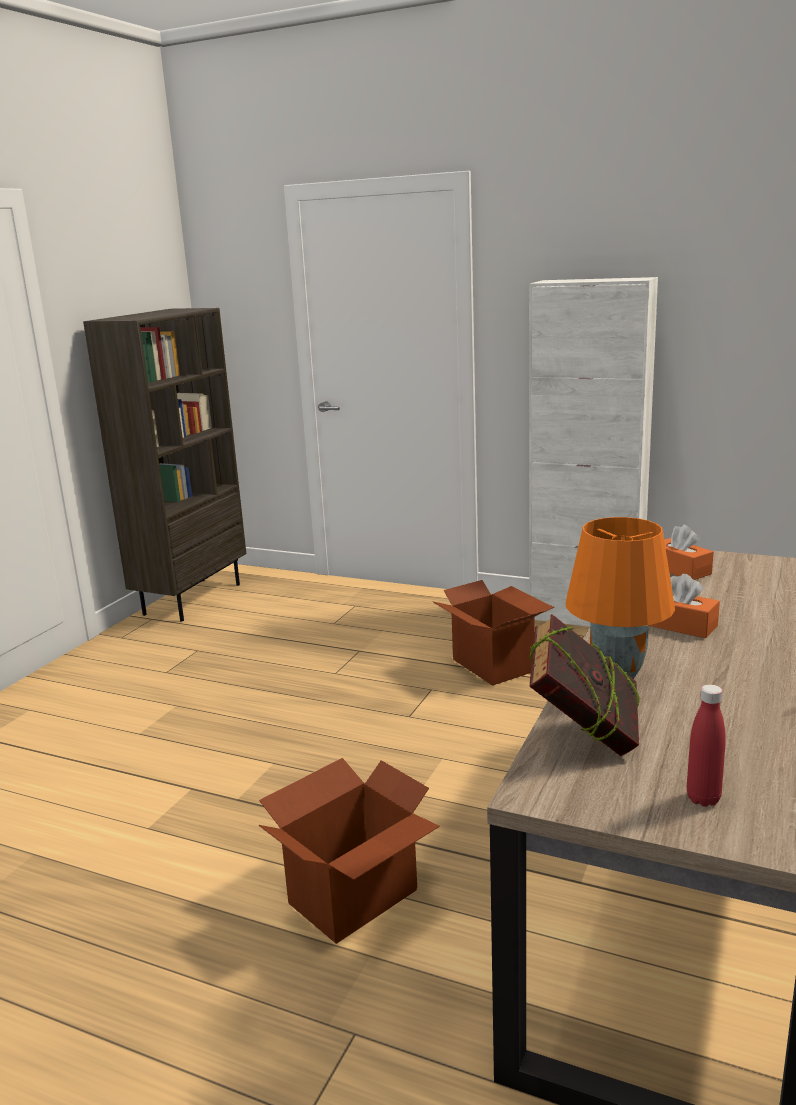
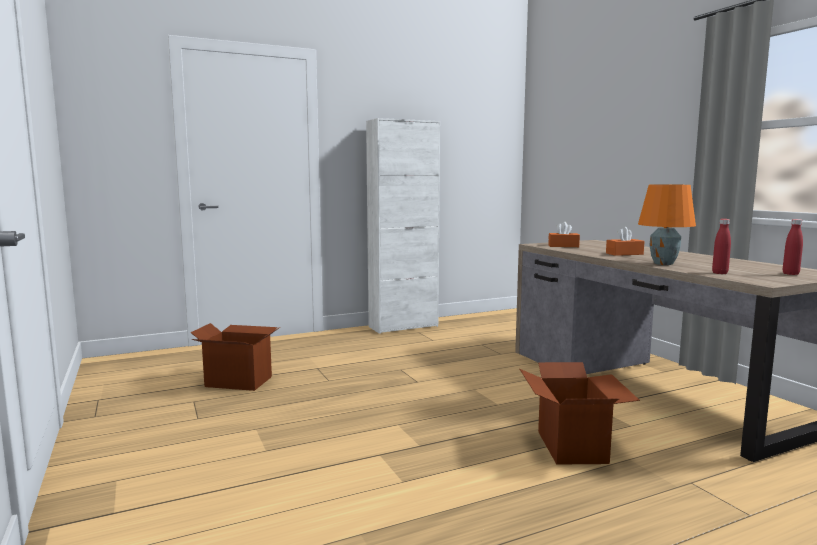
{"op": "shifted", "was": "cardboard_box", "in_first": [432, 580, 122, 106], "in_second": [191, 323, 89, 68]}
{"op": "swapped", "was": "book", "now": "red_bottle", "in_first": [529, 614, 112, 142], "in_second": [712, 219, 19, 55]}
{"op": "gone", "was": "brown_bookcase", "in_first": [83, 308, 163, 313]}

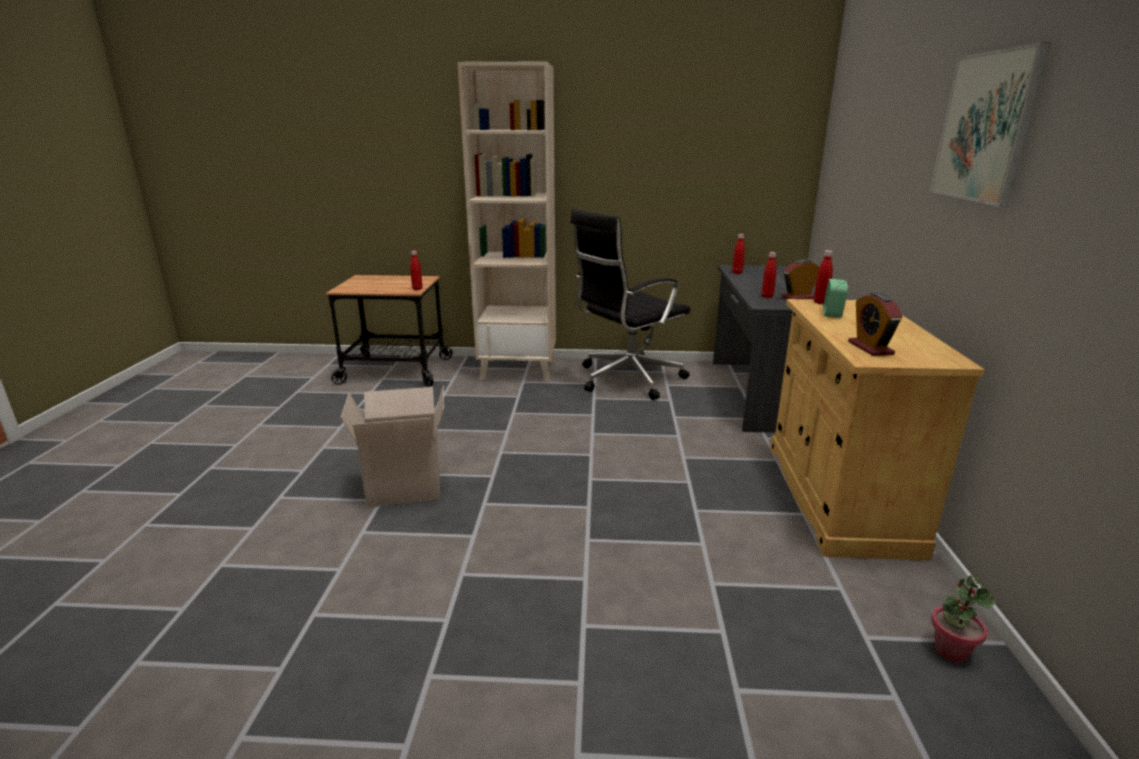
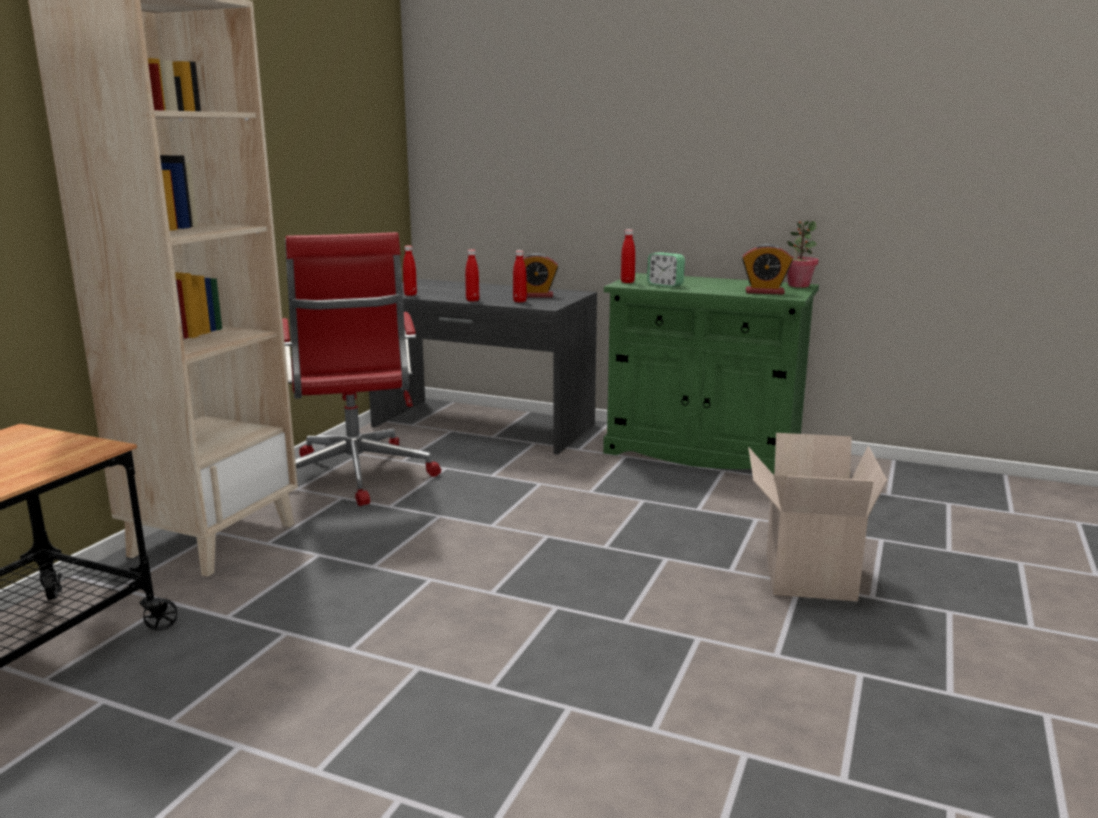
{"op": "repainted", "was": "black_office_chair", "now": "red_office_chair", "in_first": [570, 209, 121, 191], "in_second": [282, 232, 159, 274]}
{"op": "shifted", "was": "red_bottle", "in_first": [410, 251, 12, 39], "in_second": [465, 250, 14, 52]}
{"op": "rotated", "was": "alarm_clock", "in_first": [782, 259, 37, 40], "in_second": [523, 253, 35, 45], "clockwise": -90}
{"op": "repainted", "was": "beige_cabinet", "now": "green_cabinet", "in_first": [770, 299, 215, 262], "in_second": [603, 273, 216, 202]}
{"op": "shifted", "was": "cardboard_box", "in_first": [341, 386, 103, 121], "in_second": [749, 433, 138, 168]}
{"op": "shifted", "was": "potted_plant", "in_first": [931, 575, 65, 87], "in_second": [787, 221, 32, 67]}
{"op": "gone", "was": "picture", "in_first": [930, 42, 121, 165]}

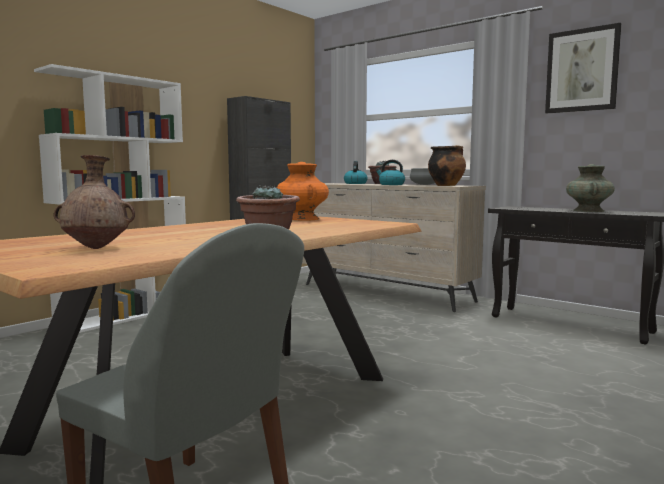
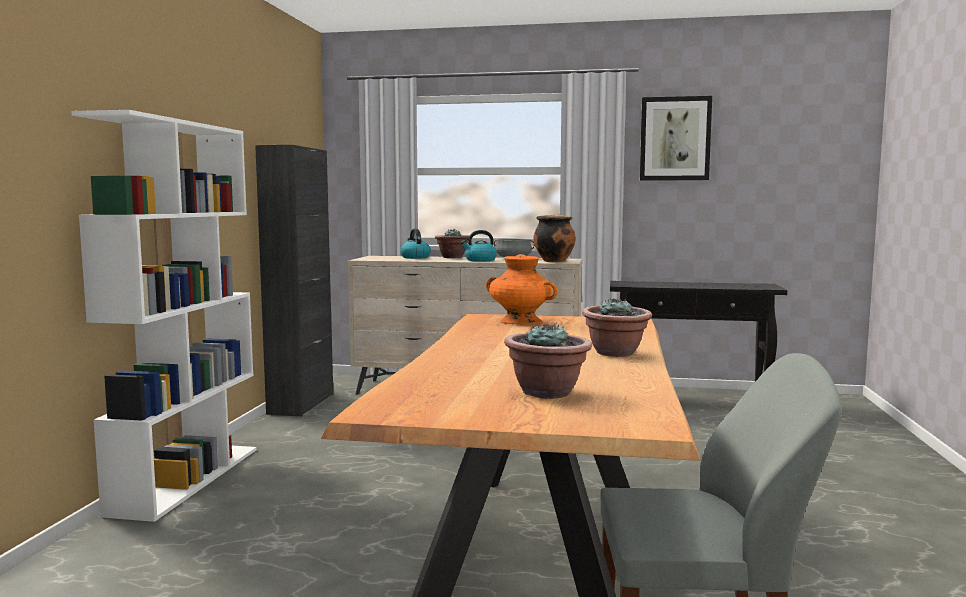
{"op": "swapped", "was": "brown_vase", "now": "potted_plant", "in_first": [53, 155, 82, 94], "in_second": [504, 323, 88, 76]}
{"op": "gone", "was": "turquoise_vase", "in_first": [566, 164, 49, 48]}

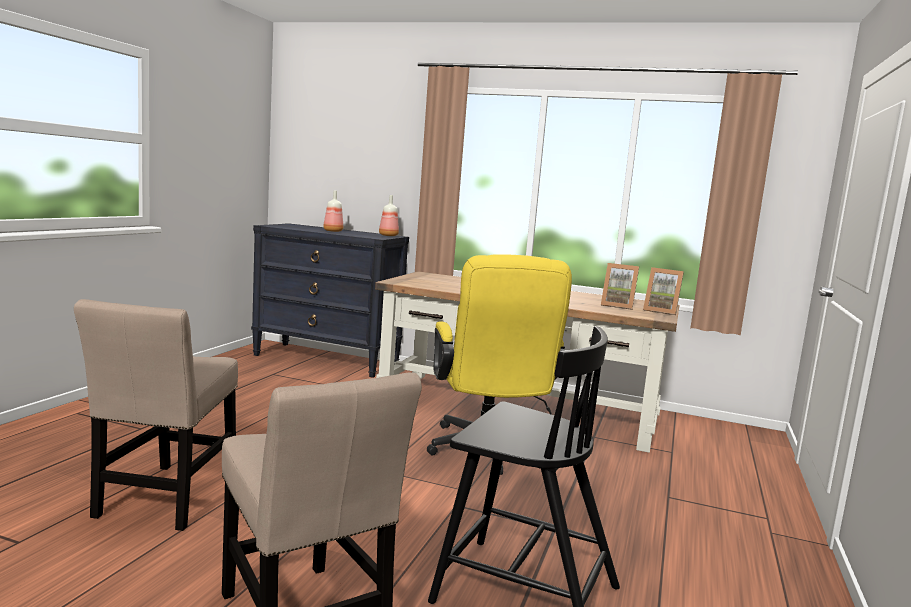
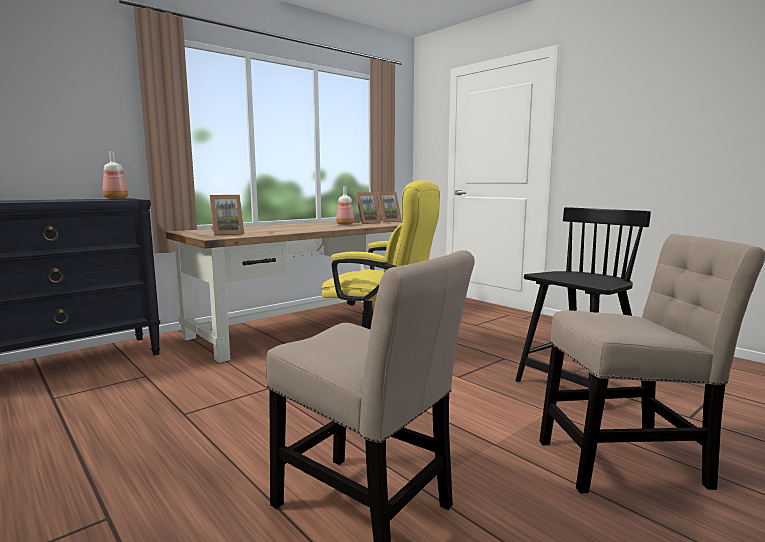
{"op": "new", "now": "picture_frame", "in_second": [210, 195, 34, 41]}
{"op": "shifted", "was": "bottle", "in_first": [323, 190, 20, 42], "in_second": [336, 187, 18, 38]}

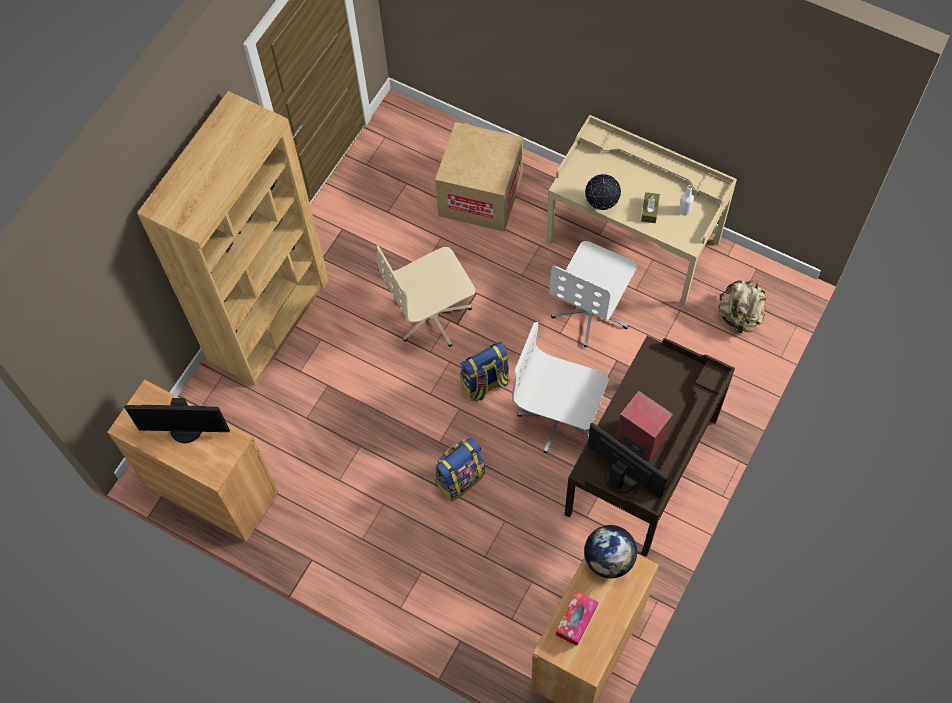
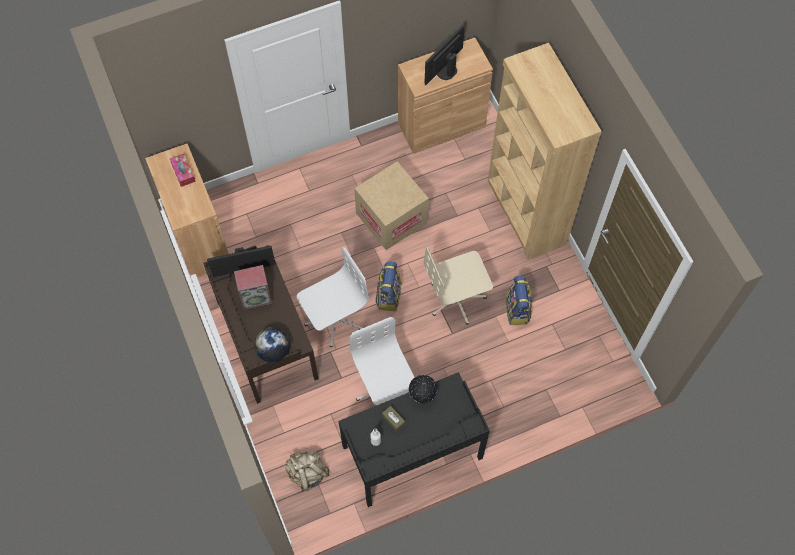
{"op": "shifted", "was": "globe", "in_first": [584, 525, 53, 53], "in_second": [254, 327, 36, 36]}
{"op": "repainted", "was": "beige_desk", "now": "black_desk", "in_first": [546, 115, 191, 192], "in_second": [339, 372, 151, 135]}
{"op": "shifted", "was": "cardboard_box", "in_first": [435, 122, 88, 110], "in_second": [354, 161, 75, 89]}
{"op": "rotated", "was": "beige_office_chair", "in_first": [377, 245, 99, 102], "in_second": [424, 246, 69, 79], "clockwise": -120}
{"op": "shifted", "was": "backpack", "in_first": [434, 438, 51, 63], "in_second": [506, 276, 26, 49]}

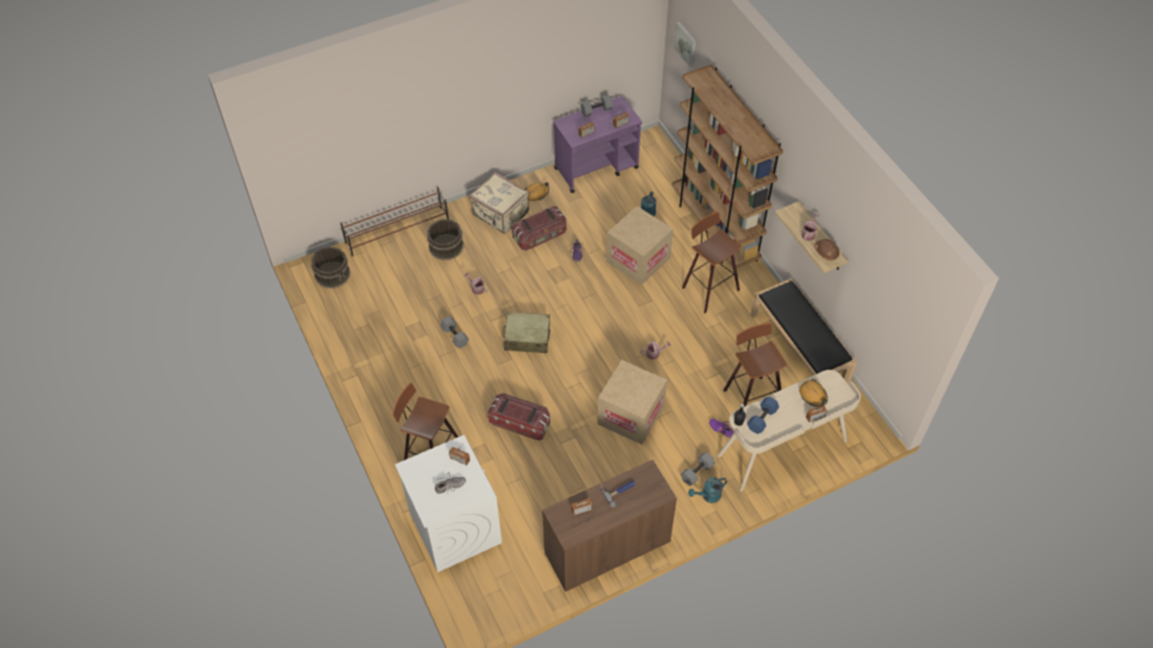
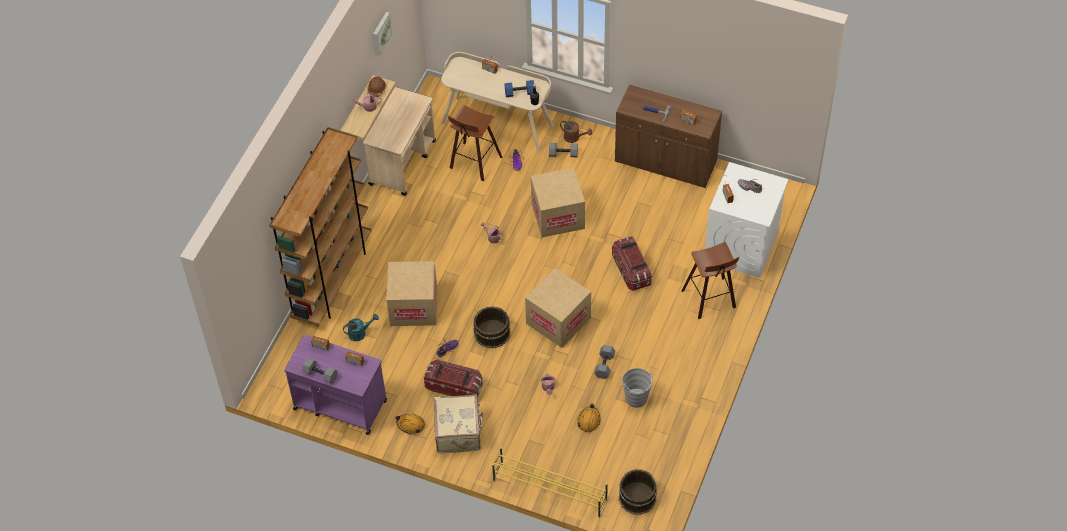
{"op": "swapped", "was": "black_bench", "now": "beige_cart", "in_first": [750, 278, 107, 105], "in_second": [363, 87, 73, 109]}
{"op": "shifted", "was": "picture", "in_first": [674, 22, 22, 46], "in_second": [373, 12, 19, 44]}
{"op": "shifted", "was": "brown_bucket", "in_first": [427, 219, 37, 41], "in_second": [473, 306, 38, 42]}
{"op": "repainted", "was": "brown_shoe_rack", "now": "yellow_shoe_rack", "in_first": [340, 187, 109, 70], "in_second": [492, 447, 116, 71]}
{"op": "swapped", "was": "beige_suitcase", "now": "cardboard_box", "in_first": [503, 312, 47, 41], "in_second": [525, 268, 66, 80]}
{"op": "repainted", "was": "turquoise_watering_can", "now": "brown_watering_can", "in_first": [688, 477, 39, 26], "in_second": [560, 121, 32, 22]}
{"op": "shifted", "was": "orange_hard_hat", "in_first": [799, 379, 29, 28], "in_second": [577, 403, 23, 29]}
{"op": "new", "now": "grey_bucket", "in_second": [622, 368, 31, 40]}
{"op": "gone", "was": "stool", "in_first": [682, 212, 59, 101]}

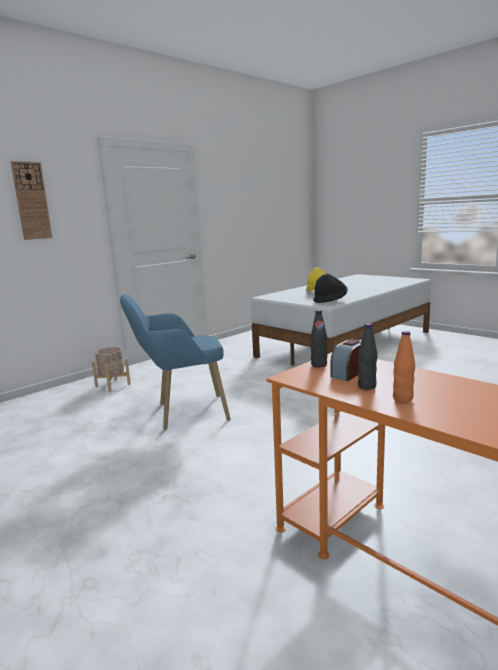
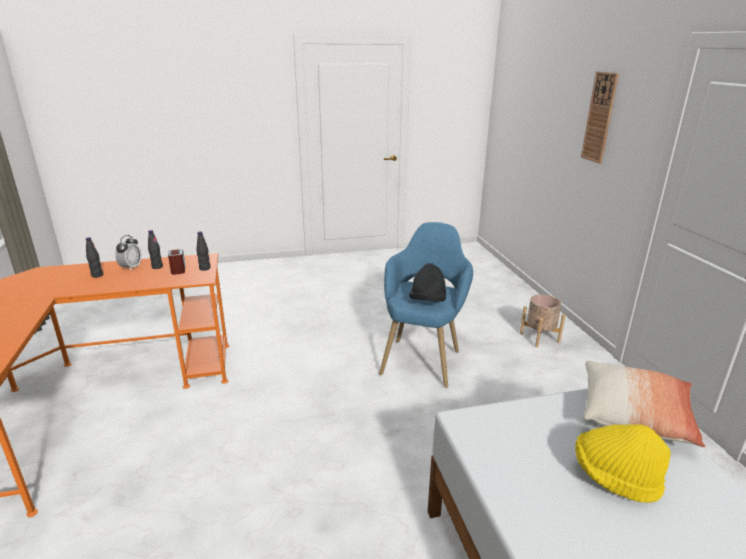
{"op": "new", "now": "black_bottle", "in_second": [86, 237, 17, 41]}
{"op": "swapped", "was": "orange_bottle", "now": "alarm_clock", "in_first": [393, 331, 22, 71], "in_second": [115, 235, 27, 36]}
{"op": "shifted", "was": "black_hat", "in_first": [313, 273, 34, 30], "in_second": [409, 263, 37, 39]}
{"op": "new", "now": "pillow", "in_second": [583, 361, 122, 86]}

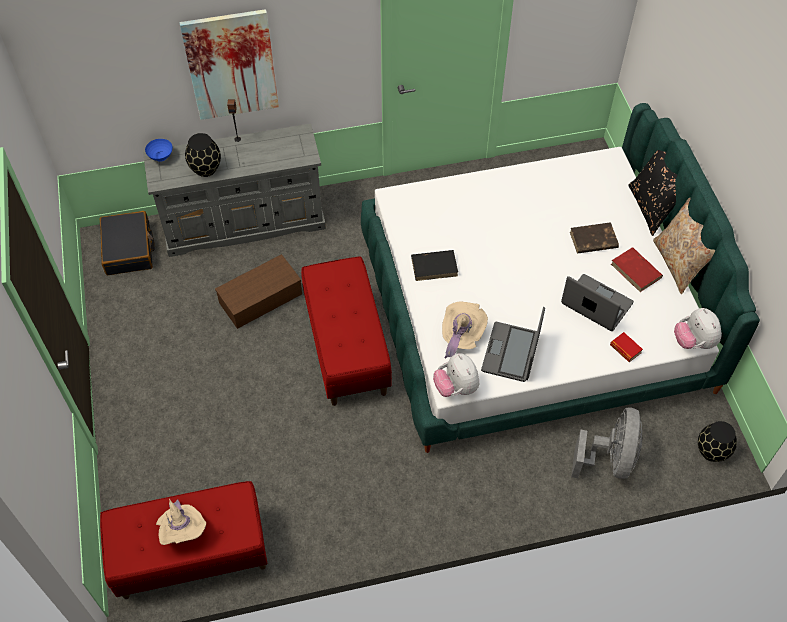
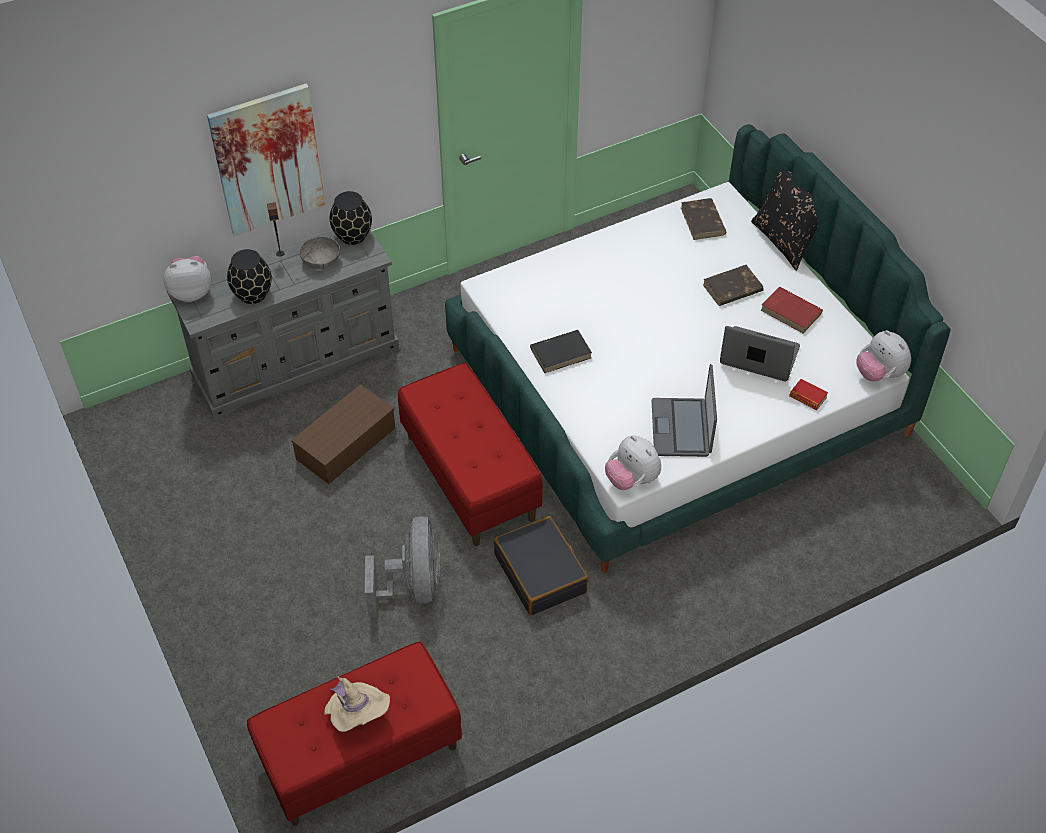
{"op": "swapped", "was": "blue_bowl", "now": "plush_toy", "in_first": [145, 139, 28, 23], "in_second": [163, 256, 49, 46]}
{"op": "new", "now": "grey_bowl", "in_second": [299, 237, 41, 33]}
{"op": "shifted", "was": "black_vase", "in_first": [698, 421, 39, 41], "in_second": [330, 191, 42, 54]}
{"op": "shifted", "was": "grey_fan", "in_first": [571, 407, 71, 72], "in_second": [365, 516, 76, 101]}
{"op": "shifted", "was": "black_suitcase", "in_first": [100, 211, 55, 64], "in_second": [494, 516, 95, 100]}
{"op": "new", "now": "brown_book", "in_second": [681, 198, 45, 42]}
{"op": "gone", "was": "beige_hat", "in_first": [442, 302, 46, 57]}
{"op": "gone", "was": "beige_pillow", "in_first": [653, 198, 63, 96]}

